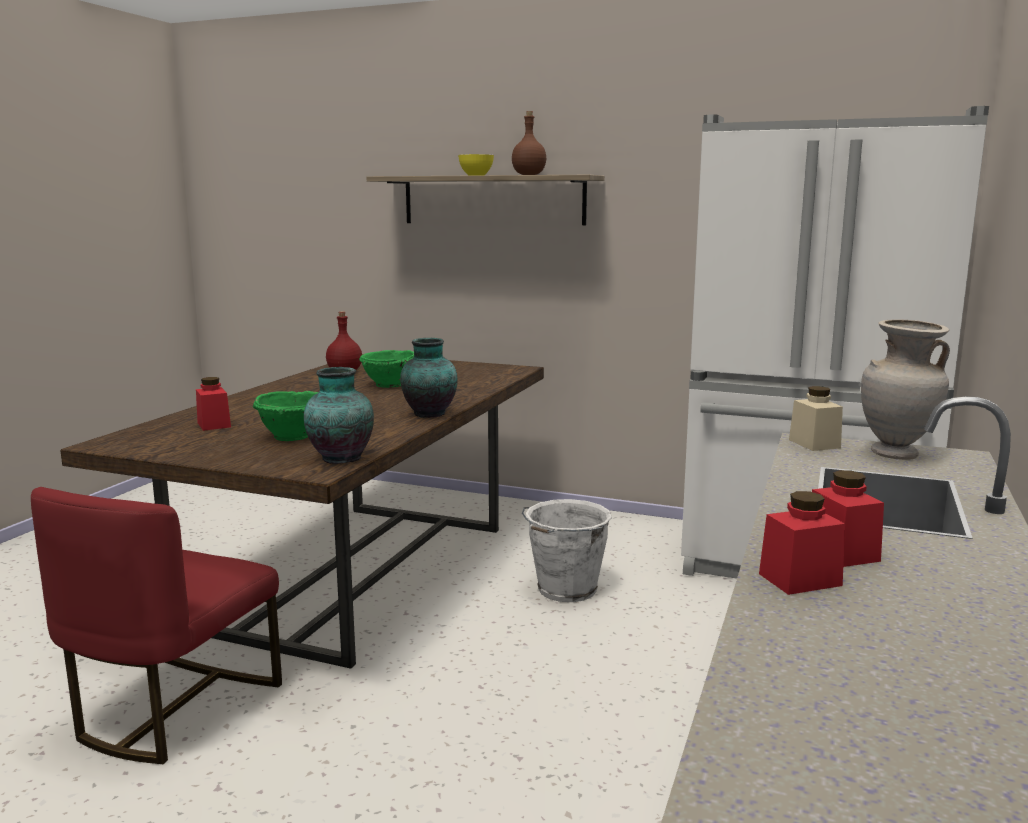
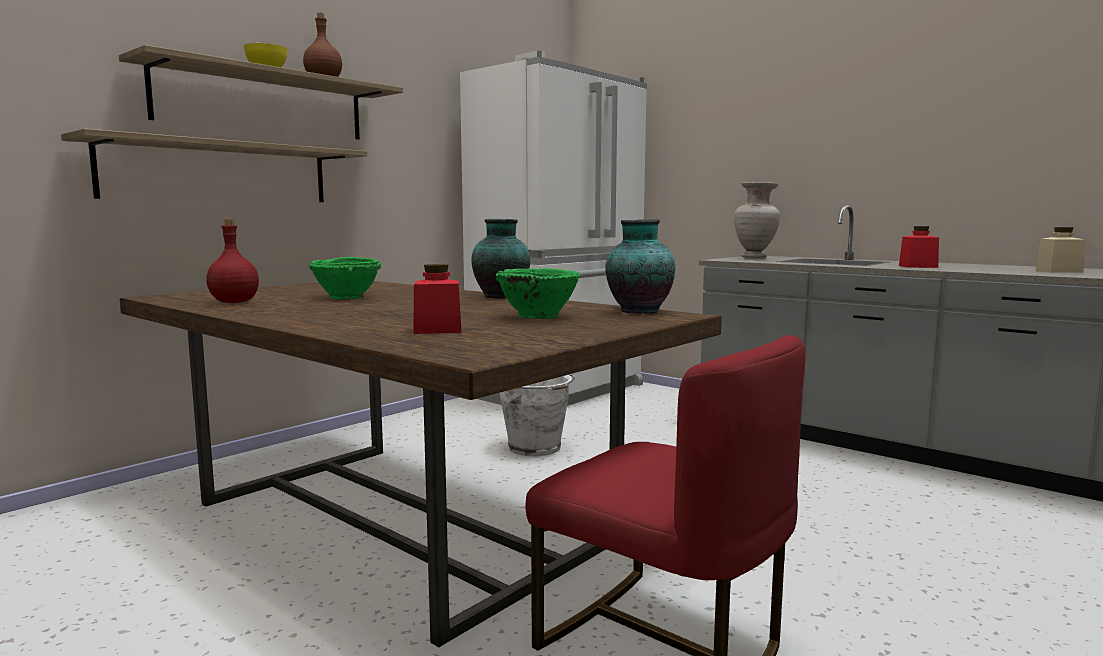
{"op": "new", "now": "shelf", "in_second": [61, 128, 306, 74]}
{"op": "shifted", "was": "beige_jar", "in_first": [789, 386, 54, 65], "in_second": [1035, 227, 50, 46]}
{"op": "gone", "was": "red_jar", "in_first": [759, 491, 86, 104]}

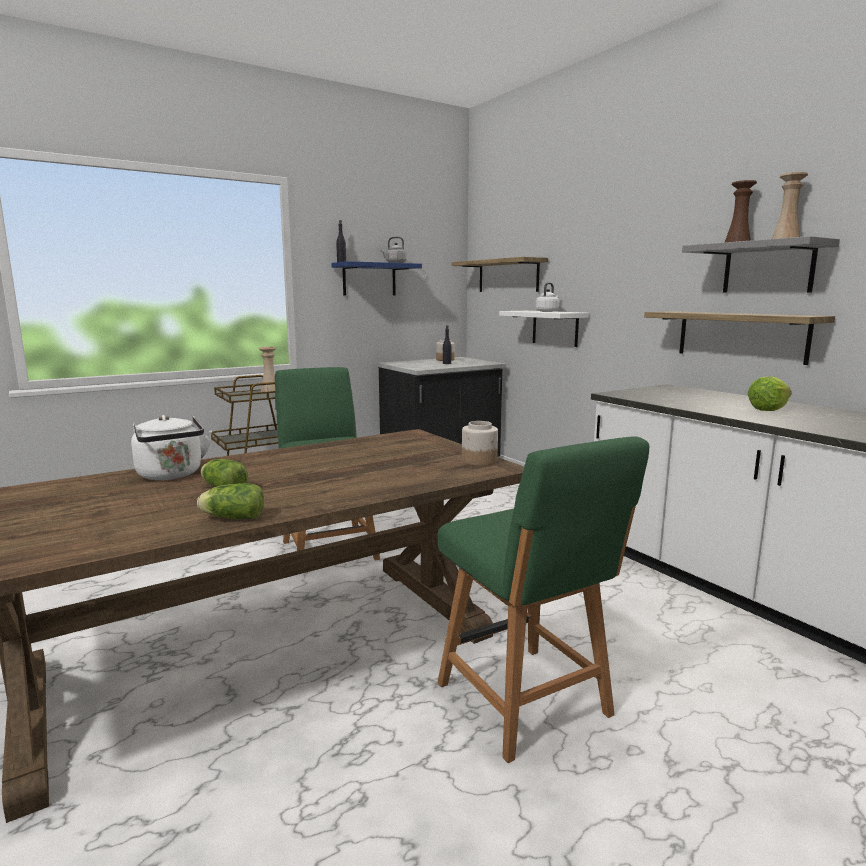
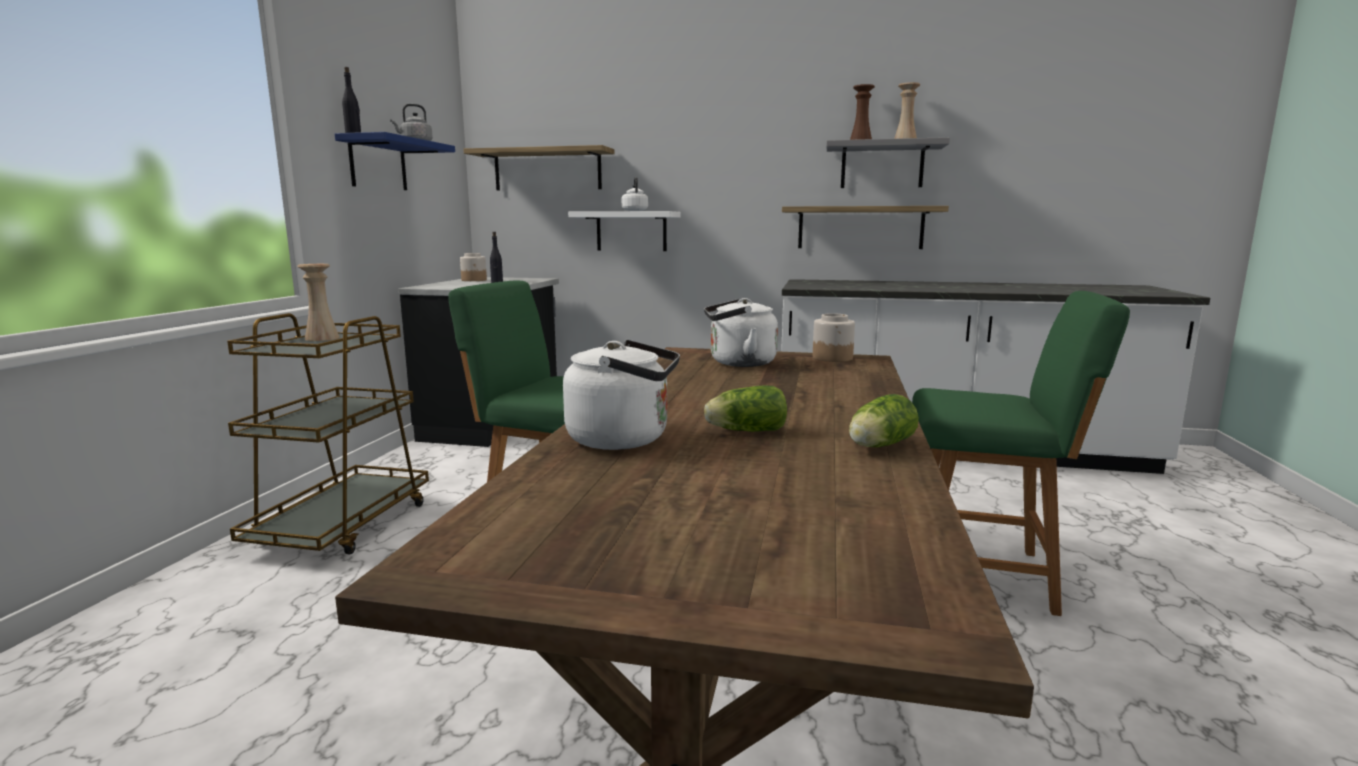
{"op": "new", "now": "white_kettle", "in_second": [704, 298, 74, 69]}
{"op": "gone", "was": "lettuce", "in_first": [748, 376, 44, 35]}

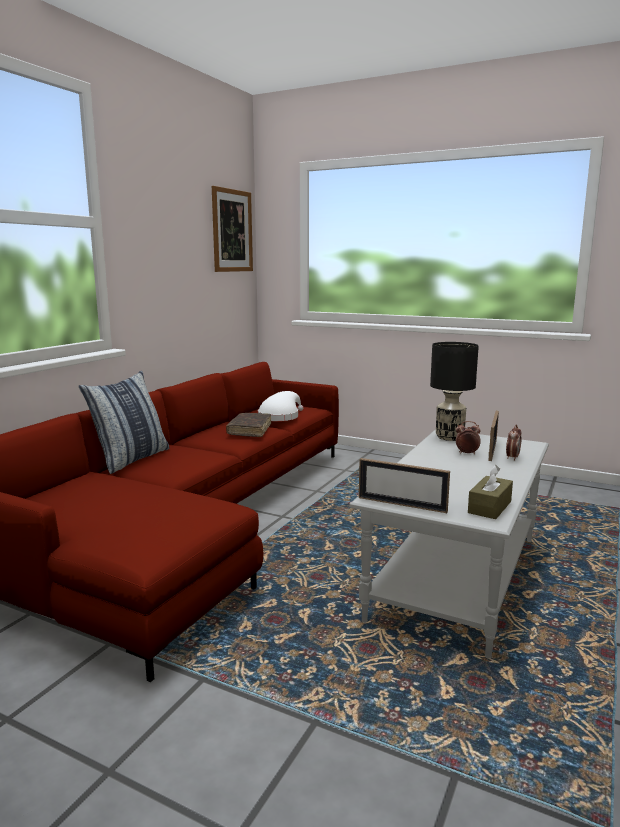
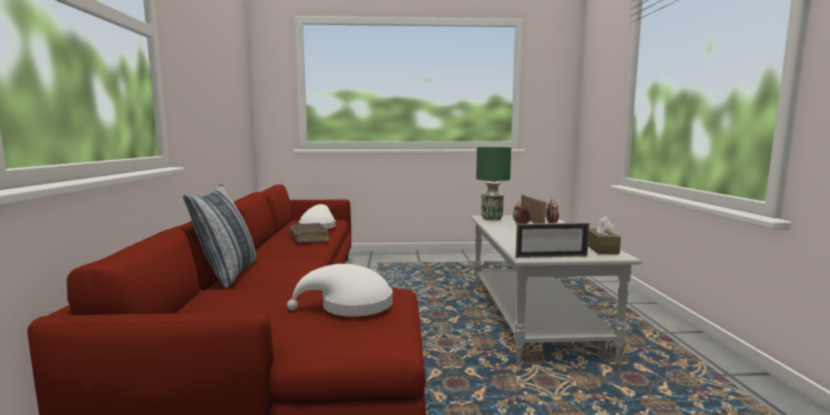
{"op": "new", "now": "white_hat", "in_second": [287, 264, 106, 52]}
{"op": "repainted", "was": "black_table_lamp", "now": "green_table_lamp", "in_first": [430, 342, 49, 99], "in_second": [476, 147, 35, 73]}
{"op": "gone", "was": "picture", "in_first": [212, 186, 41, 86]}

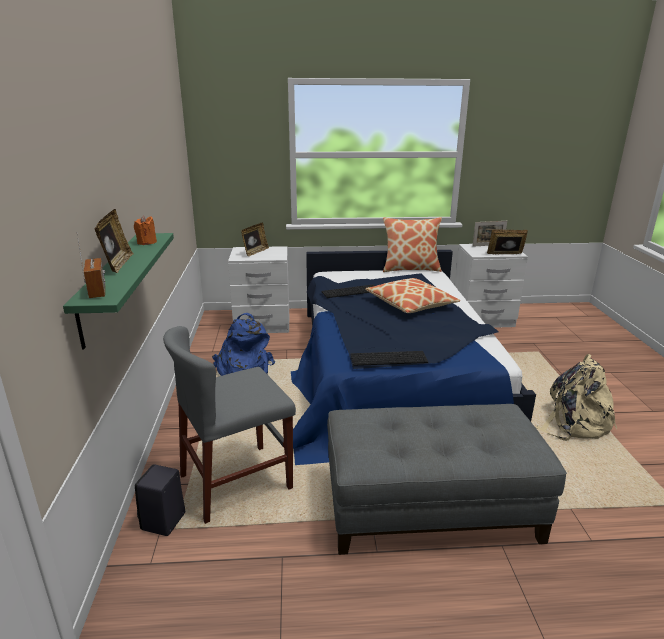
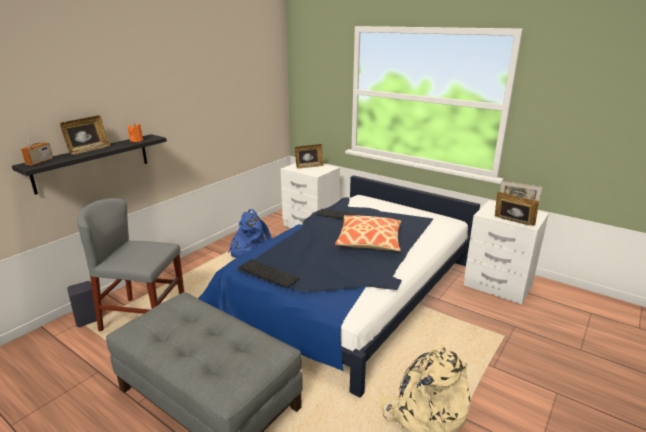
{"op": "repainted", "was": "green_shelf", "now": "black_shelf", "in_first": [63, 233, 111, 117], "in_second": [12, 134, 155, 61]}
{"op": "gone", "was": "pillow", "in_first": [383, 217, 59, 55]}

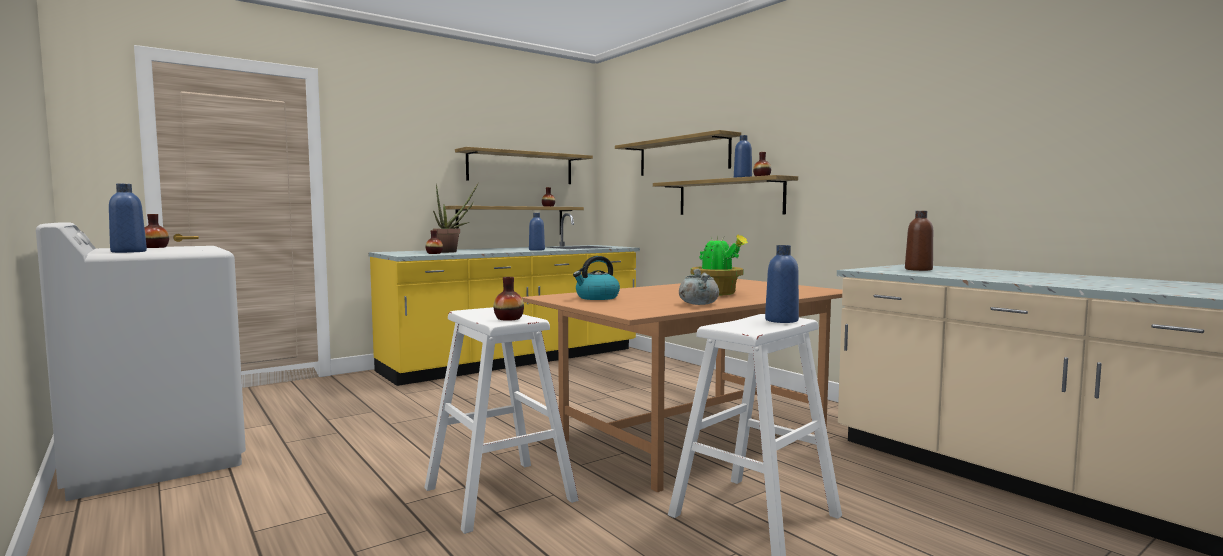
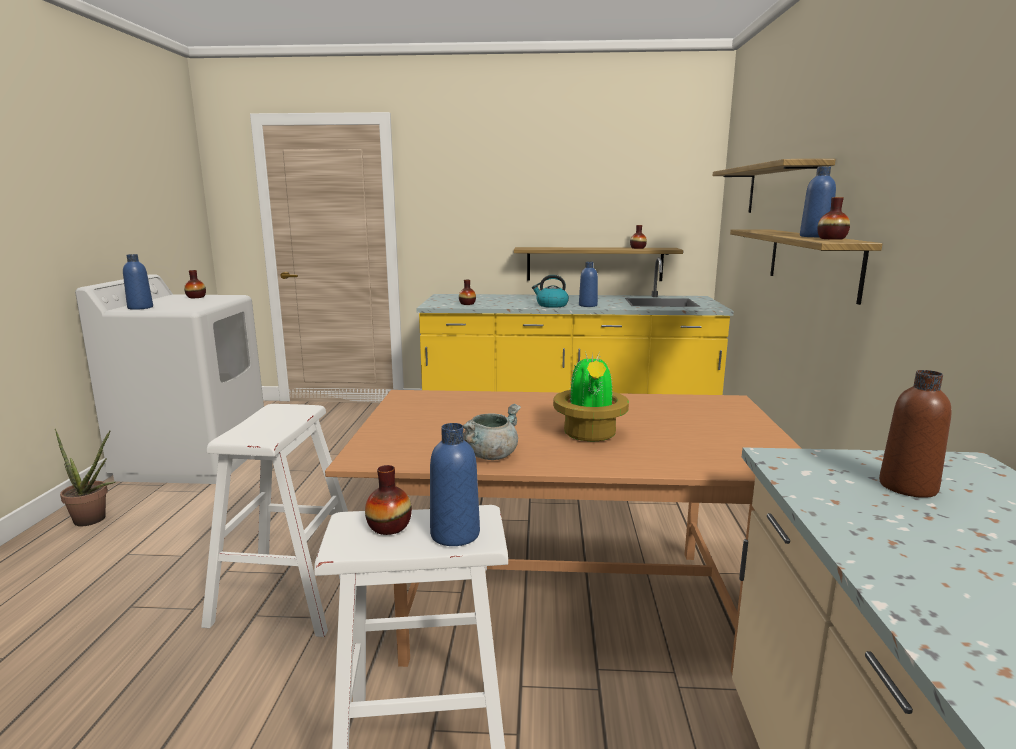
{"op": "shifted", "was": "potted_plant", "in_first": [433, 183, 45, 70], "in_second": [55, 428, 61, 98]}
{"op": "shifted", "was": "vase", "in_first": [494, 277, 30, 44], "in_second": [365, 465, 47, 70]}
{"op": "shifted", "was": "kettle", "in_first": [573, 256, 47, 44], "in_second": [532, 275, 37, 33]}
{"op": "gone", "was": "shelf", "in_first": [455, 147, 138, 37]}

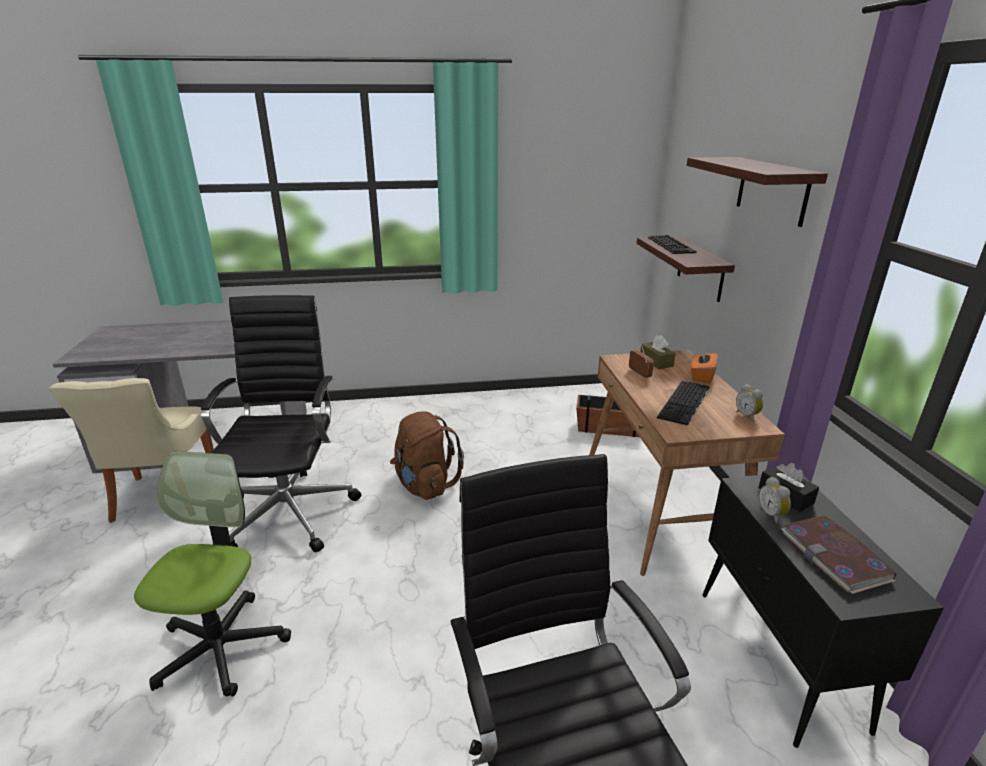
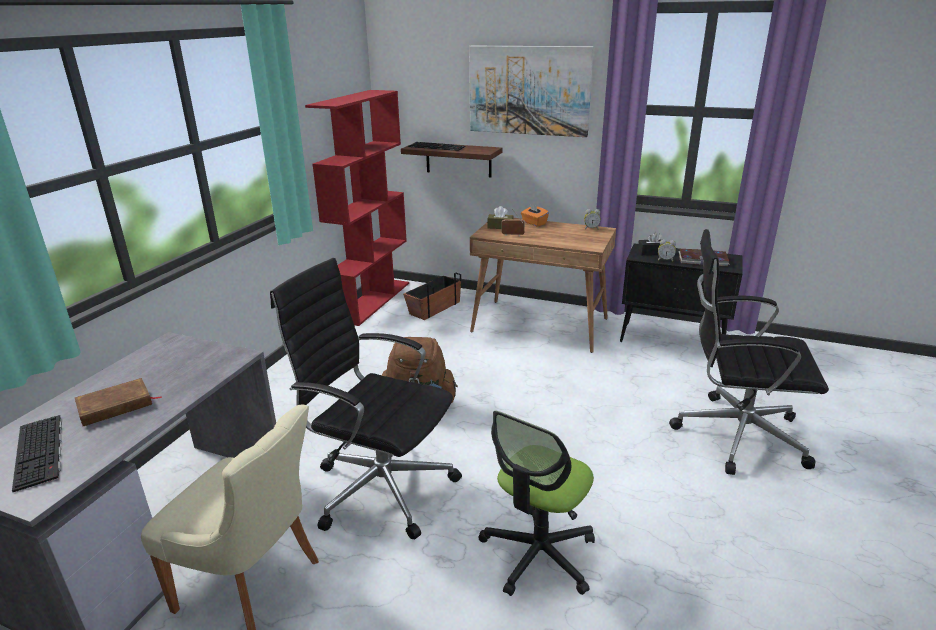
{"op": "shifted", "was": "keyboard", "in_first": [657, 381, 53, 45], "in_second": [12, 415, 50, 77]}
{"op": "new", "now": "brown_book", "in_second": [75, 378, 87, 48]}
{"op": "new", "now": "red_bookcase", "in_second": [305, 90, 104, 236]}
{"op": "swapped", "was": "shelf", "now": "picture", "in_first": [687, 157, 141, 70], "in_second": [469, 46, 125, 91]}
{"op": "rotated", "was": "office_chair", "in_first": [134, 451, 157, 246], "in_second": [479, 411, 116, 185], "clockwise": -90}

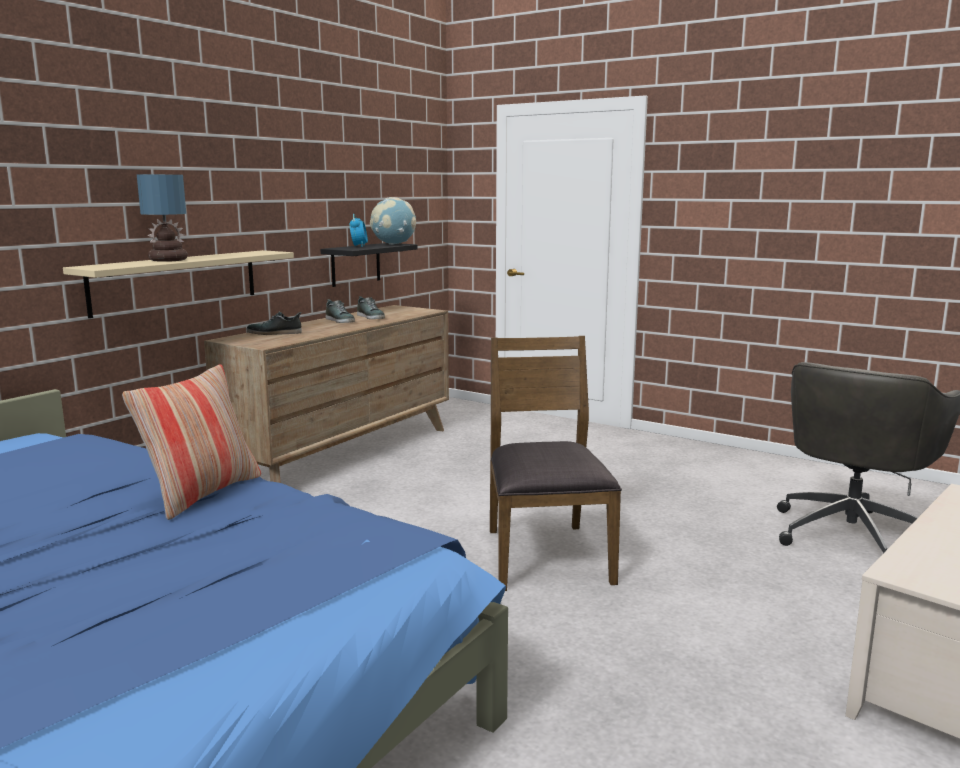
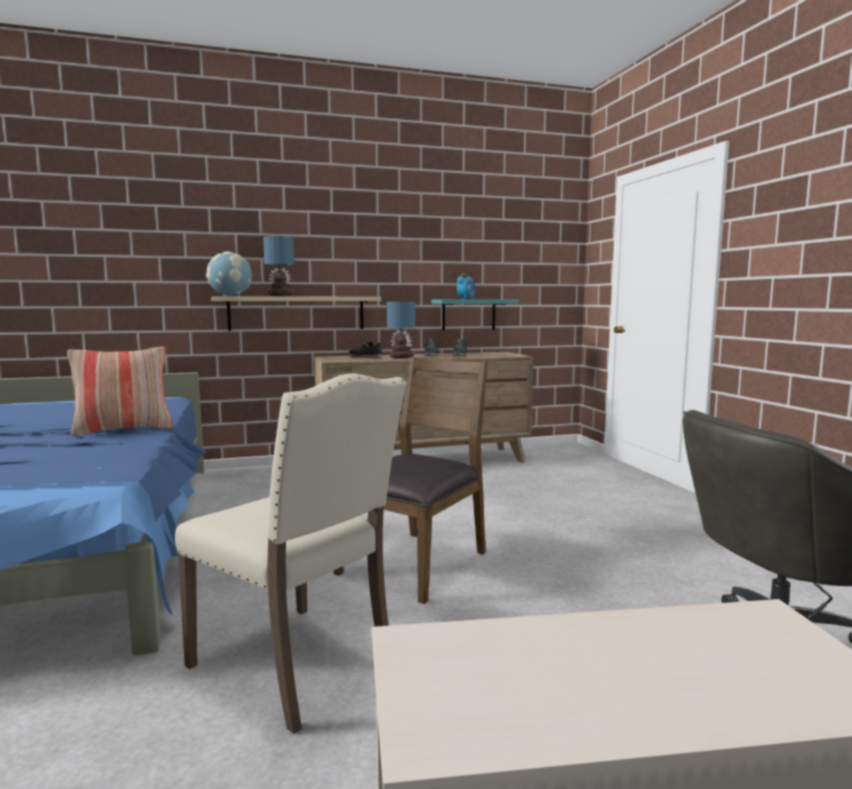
{"op": "new", "now": "beige_chair", "in_second": [175, 374, 232, 360]}
{"op": "shifted", "was": "globe", "in_first": [370, 197, 46, 48], "in_second": [206, 251, 46, 45]}
{"op": "new", "now": "table_lamp", "in_second": [387, 302, 28, 57]}
{"op": "repainted", "was": "black_shelf", "now": "turquoise_shelf", "in_first": [321, 243, 97, 44], "in_second": [431, 300, 88, 31]}

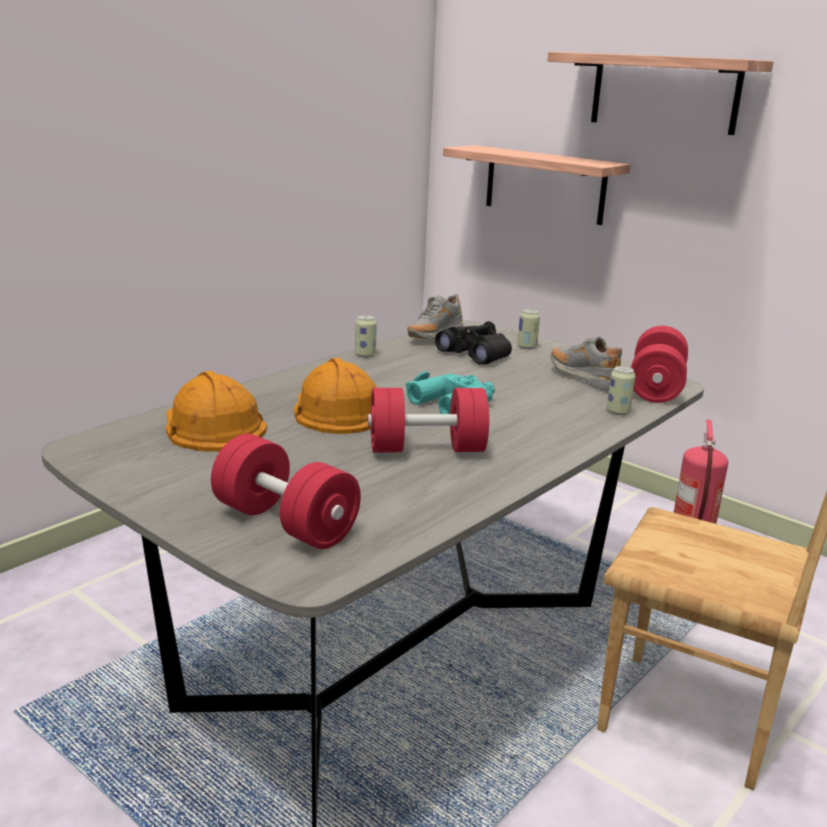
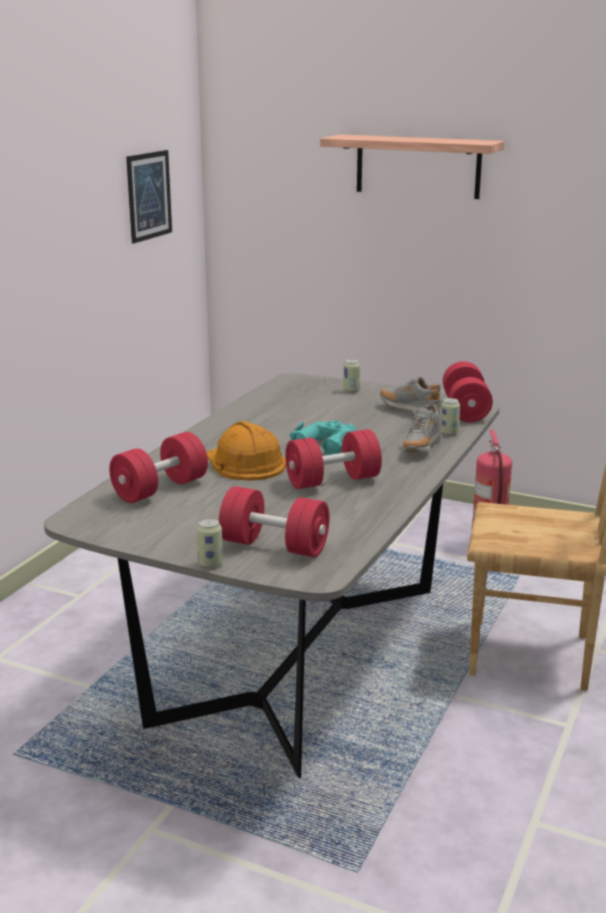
{"op": "swapped", "was": "orange_hard_hat", "now": "red_dumbbell", "in_first": [166, 371, 101, 81], "in_second": [109, 432, 99, 71]}
{"op": "new", "now": "picture", "in_second": [126, 150, 46, 94]}
{"op": "shifted", "was": "can", "in_first": [355, 315, 22, 42], "in_second": [197, 518, 26, 50]}
{"op": "shifted", "was": "grey_shoe", "in_first": [407, 294, 56, 45], "in_second": [403, 403, 38, 49]}
{"op": "gone", "was": "black_binoculars", "in_first": [435, 321, 77, 44]}
{"op": "gone", "was": "shelf", "in_first": [443, 145, 188, 80]}

